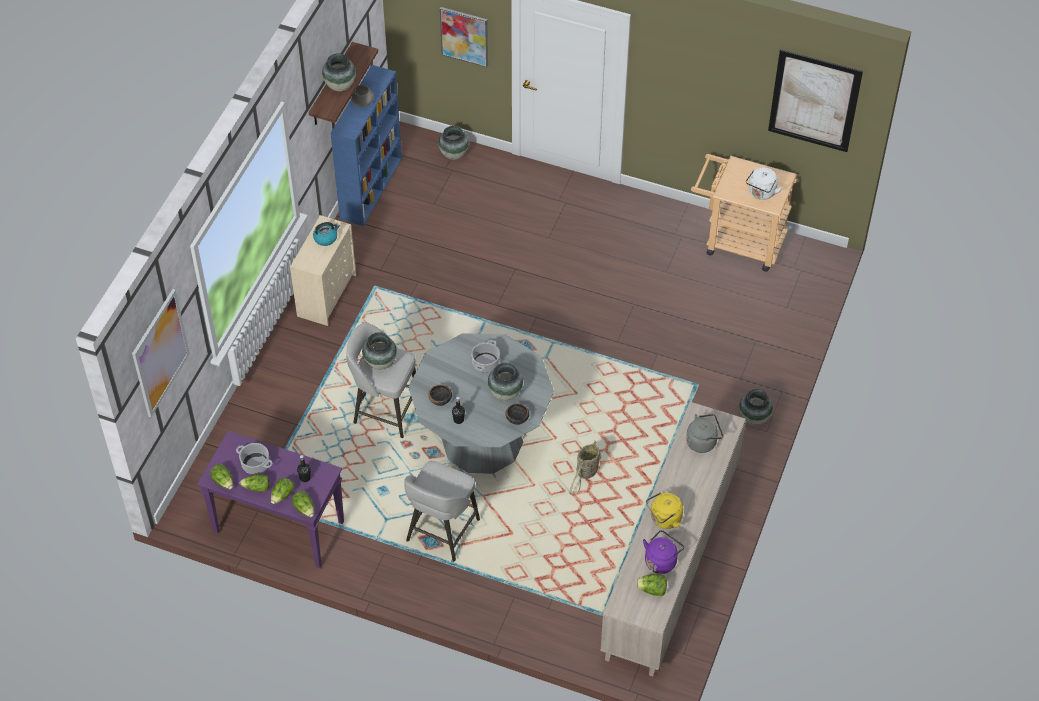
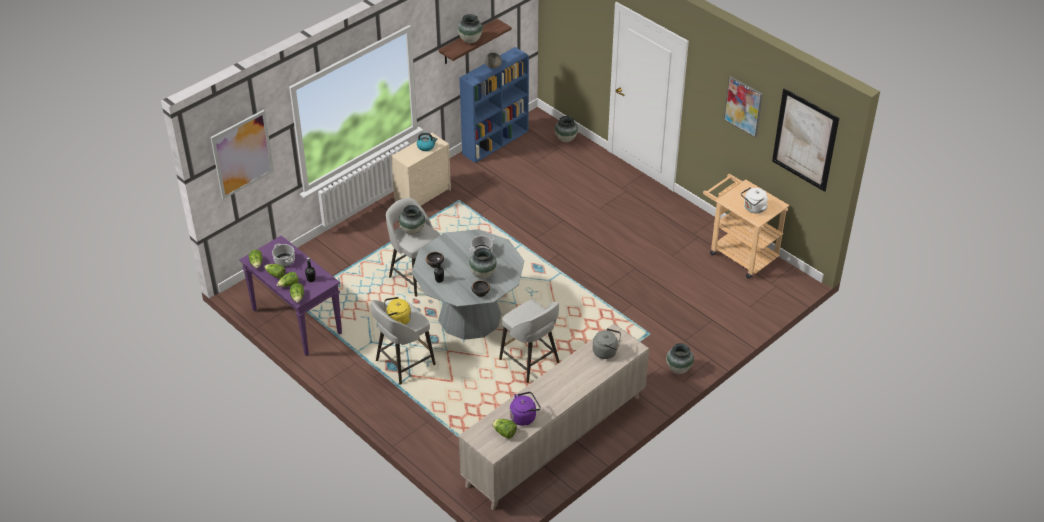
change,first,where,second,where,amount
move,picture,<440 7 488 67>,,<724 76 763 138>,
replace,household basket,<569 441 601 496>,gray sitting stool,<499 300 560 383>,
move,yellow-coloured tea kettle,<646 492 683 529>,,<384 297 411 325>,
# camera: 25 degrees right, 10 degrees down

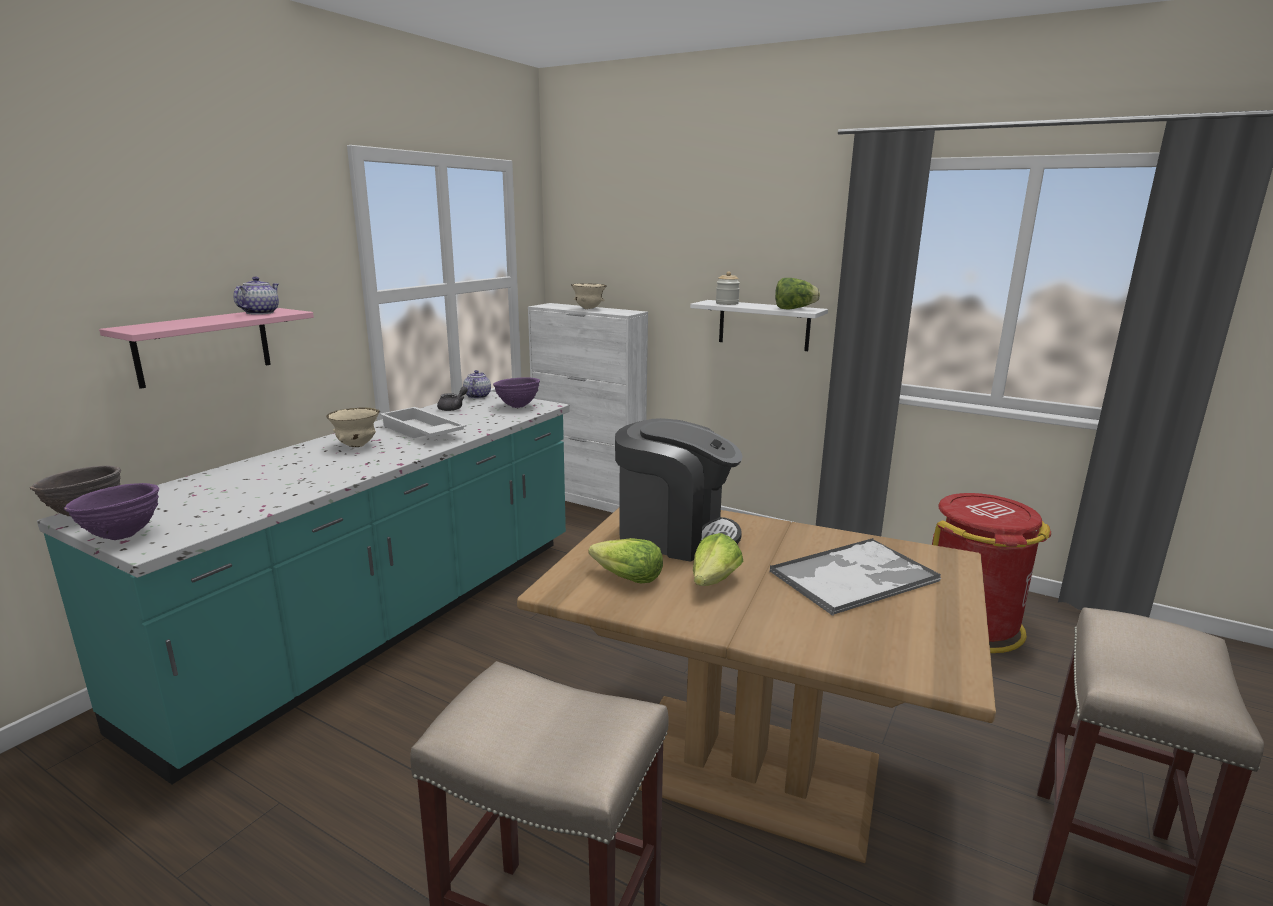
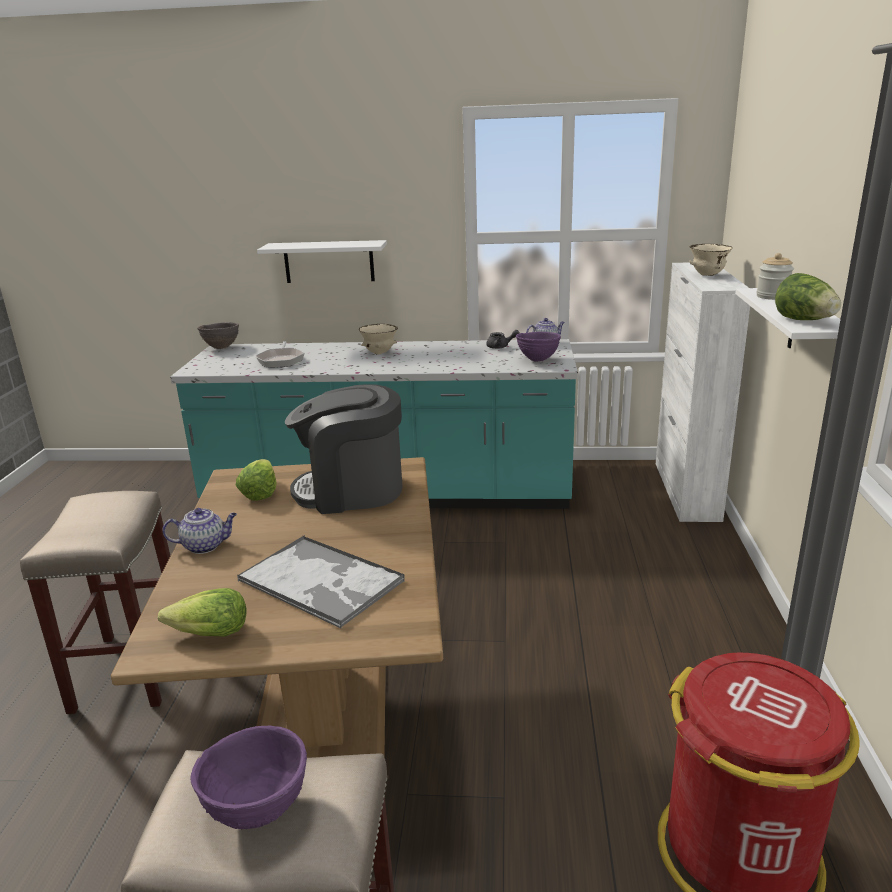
change,first,where,second,where,amount
move,purplish deep dish,<64 483 159 540>,,<190 726 307 829>,
recolor,pink-coloured bracket shelf,<99 308 314 389>,whitish bracket shelf,<257 240 387 283>,
move,pot for tea,<234 277 279 315>,,<162 508 237 554>,
delete,whitish carrying tray,<380 407 467 438>,,,
rotate,coffee brewer,<615 418 743 562>,,<285 384 403 514>,90 degrees clockwise
move,lettuce head,<693 533 743 586>,,<158 588 247 637>,
insert,,,frying pan,<255 341 305 368>,
# camera: 65 degrees right, 5 degrees up

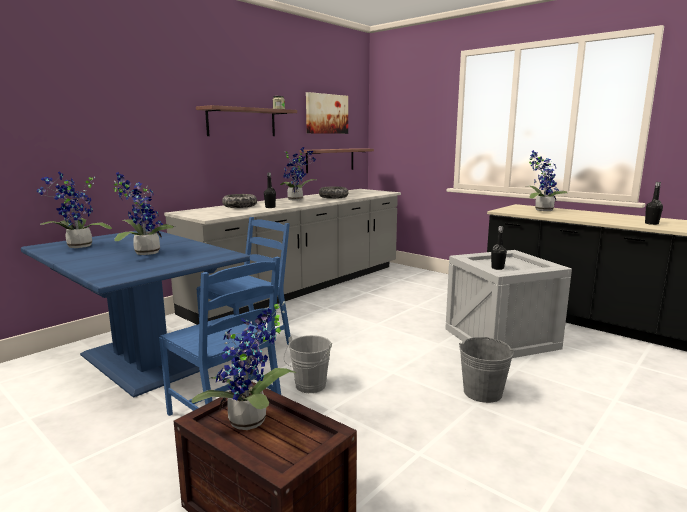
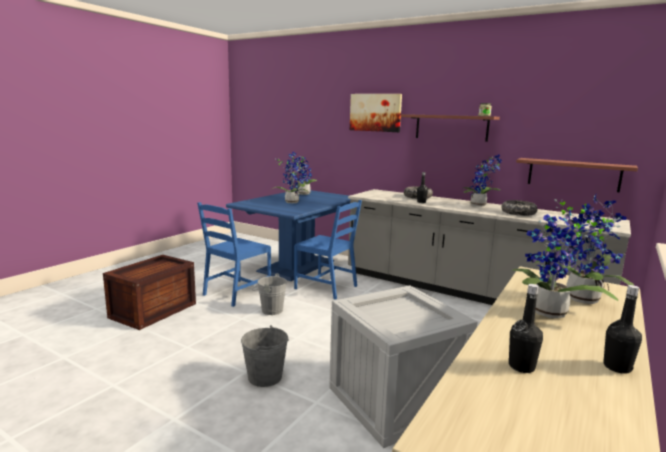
change,first,where,second,where,amount
move,plant in a pot,<192 301 297 430>,,<511 210 618 318>,
move,picture,<306 92 348 134>,,<350 94 402 132>,
move,black-coloured bottle,<491 226 507 270>,,<603 285 642 374>,
# camera: 80 degrees right, 0 degrees up

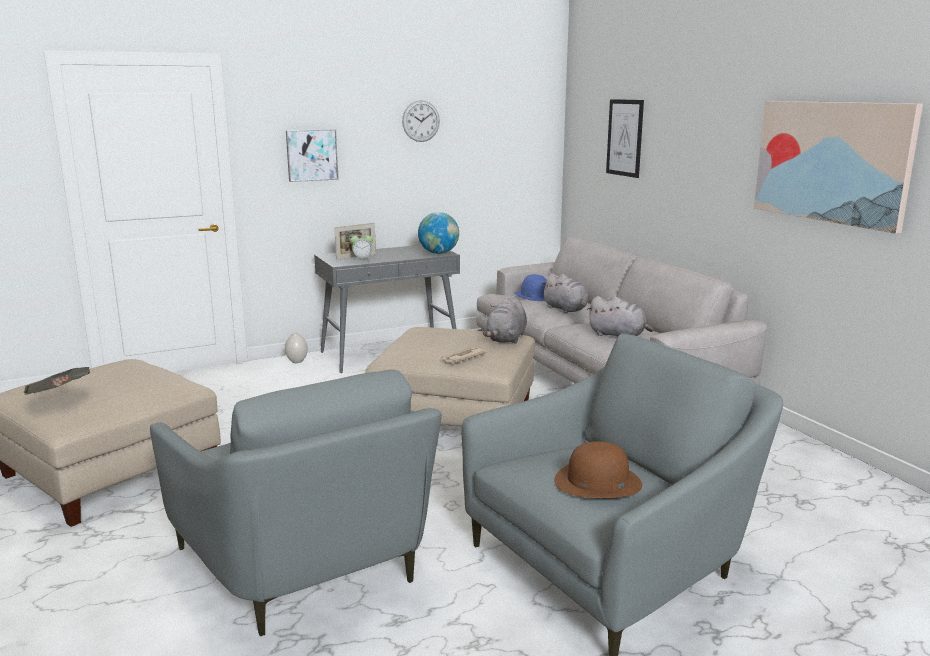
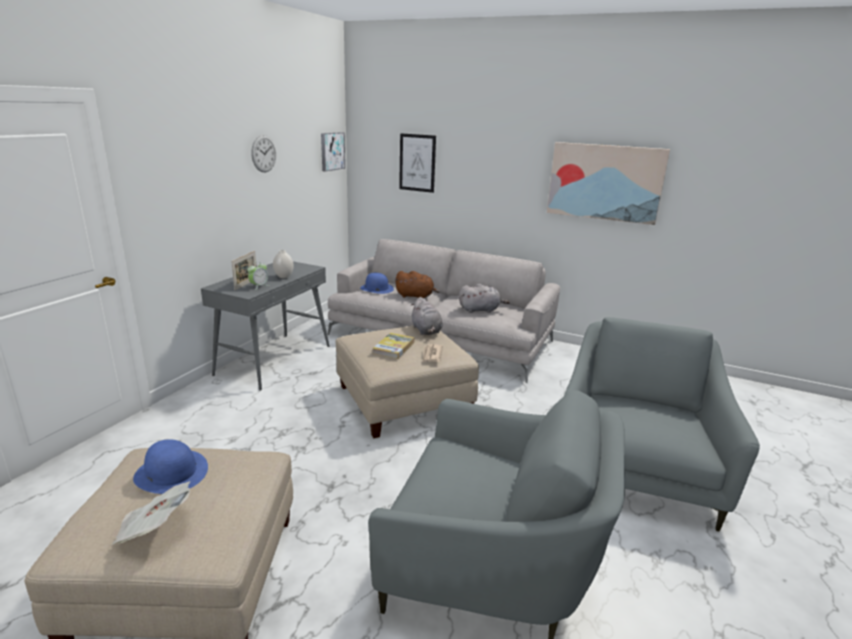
change,first,where,second,where,amount
move,whitish decorative vase,<285 332 308 363>,,<273 250 294 278>,
move,picture,<286 129 339 182>,,<321 132 345 172>,
delete,desk globe,<418 212 459 254>,,,
recolor,gray soft toy,<541 273 589 313>,brown soft toy,<394 271 440 298>,
delete,brown wearable hat,<554 441 642 498>,,,
insert,,,blue-coloured wearable hat,<133 439 208 494>,
insert,,,bound book,<372 333 414 359>,
# camera: 40 degrees left, 5 degrees up

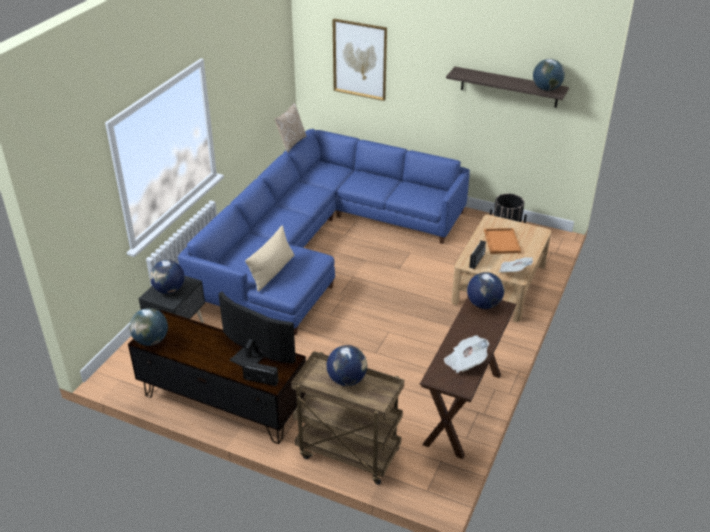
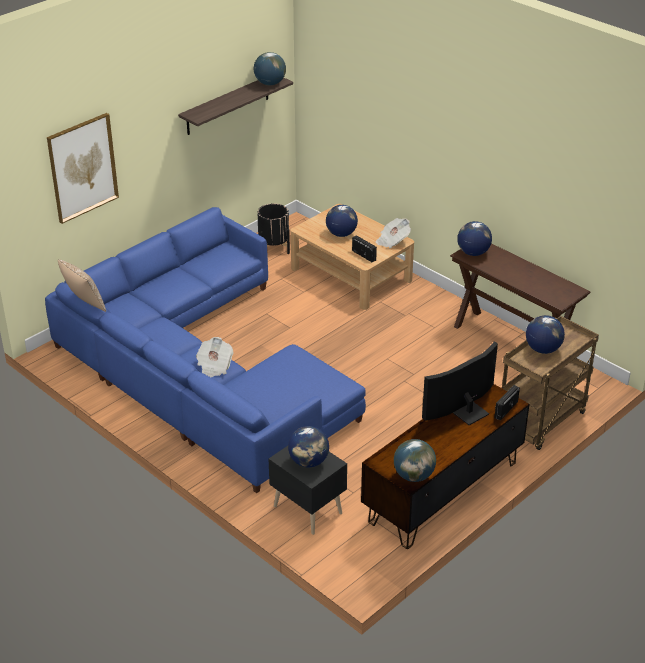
change,first,where,second,where,amount
delete,beige-coloured throw pillow,<245 226 294 292>,,,
move,newspaper,<444 335 489 373>,,<196 337 234 377>,
replace,orange-coloured carrying tray,<484 228 521 254>,desk globe,<326 205 358 237>,
# camera: 70 degrees left, 0 degrees up

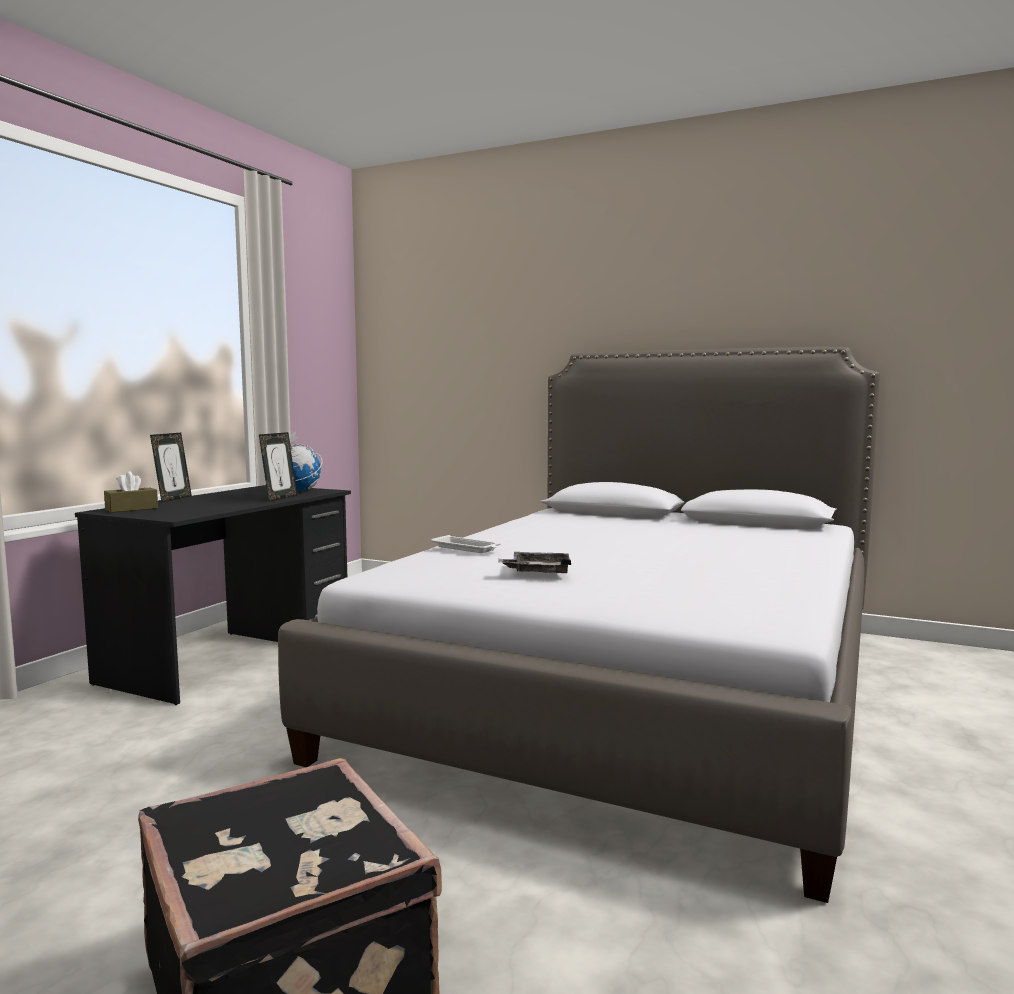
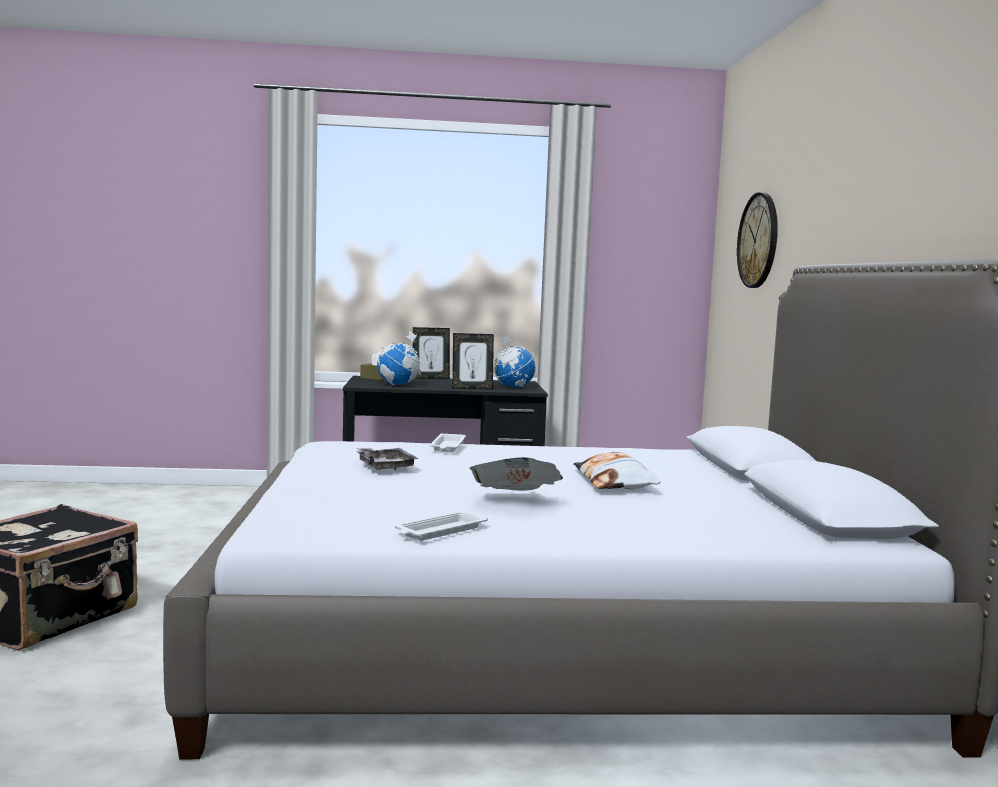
change,first,where,second,where,amount
insert,,,desk globe,<377 331 421 385>,
insert,,,whitish carrying tray,<395 509 488 541>,
insert,,,newspaper,<470 457 563 491>,
insert,,,throw pillow,<574 452 661 489>,
insert,,,hanging clock,<737 192 778 288>,
# camera: 60 degrees right, 0 degrees up

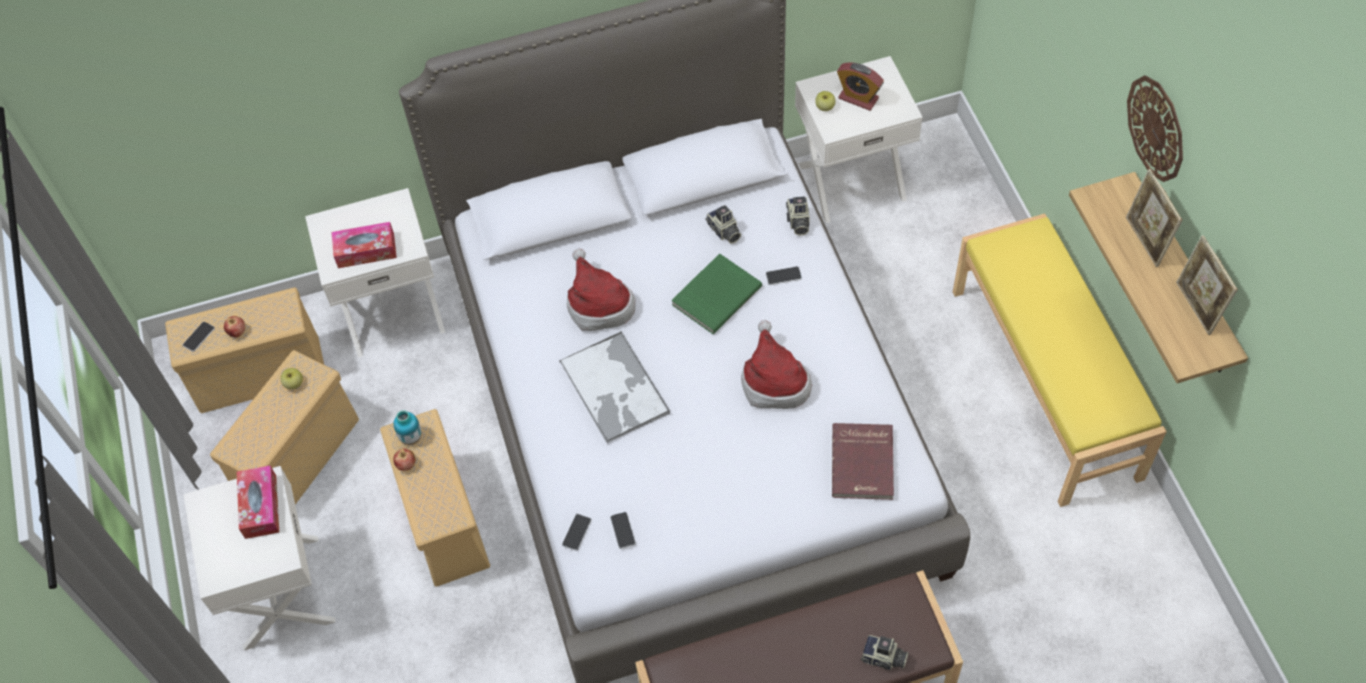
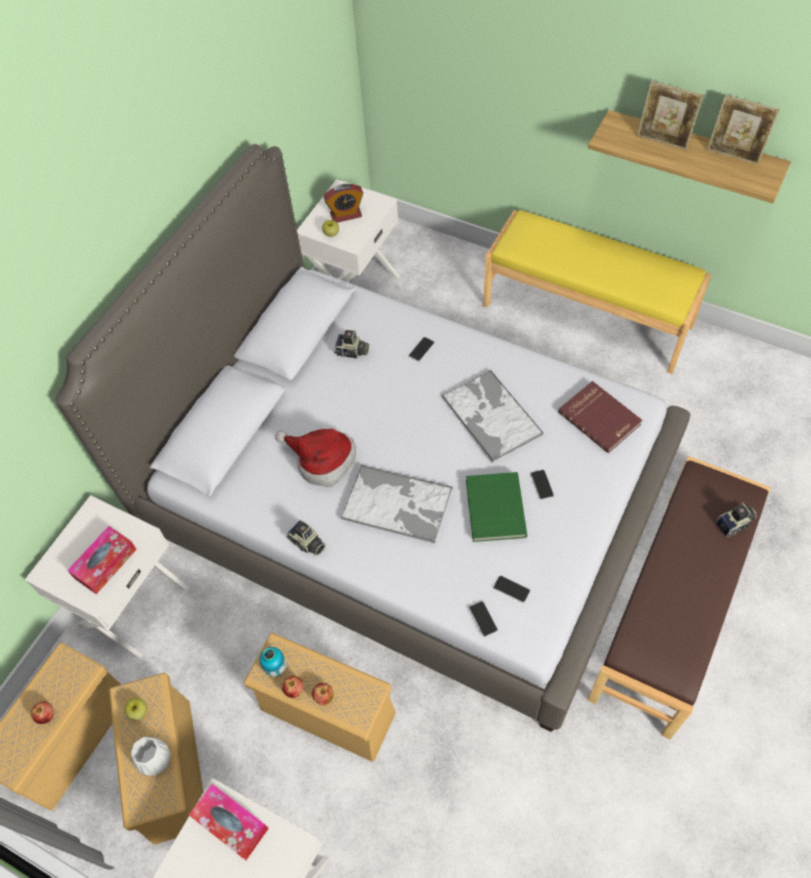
change,first,where,second,where,amount
move,handset,<183 321 215 352>,,<531 470 554 500>,
move,green-coloured bound book,<671 254 762 334>,,<466 472 527 542>,
replace,wearable hat,<741 320 812 409>,carrying tray,<442 370 543 463>,
move,still camera,<786 196 810 236>,,<286 520 325 556>,
delete,hanging clock,<1127 75 1183 182>,,,
insert,,,whitish decorative vase,<131 737 171 776>,
insert,,,apple,<312 683 334 705>,
# camera: 45 degrees left, 0 degrees up

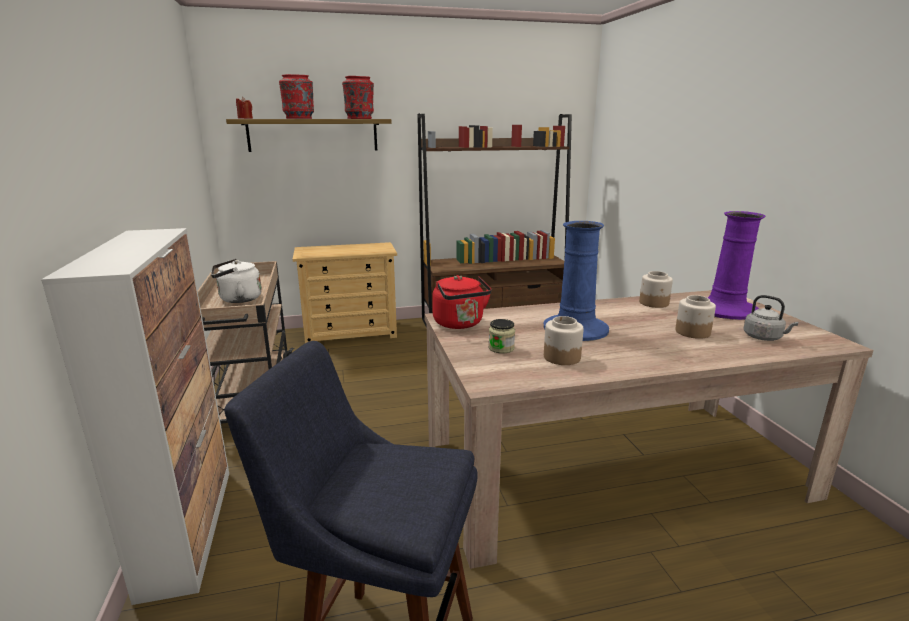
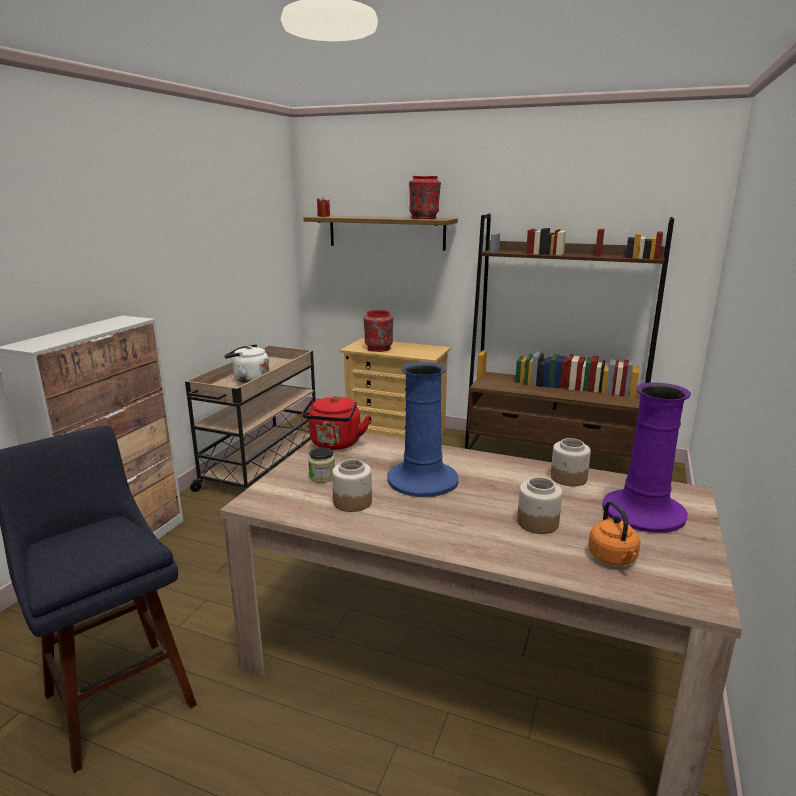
change,first,where,second,where,amount
move,reddish decorative vase,<279 74 314 119>,,<363 310 393 352>,
recolor,gray tea kettle,<743 295 798 341>,orange-coloured tea kettle,<588 501 640 566>,
# camera: 35 degrees right, 0 degrees up

